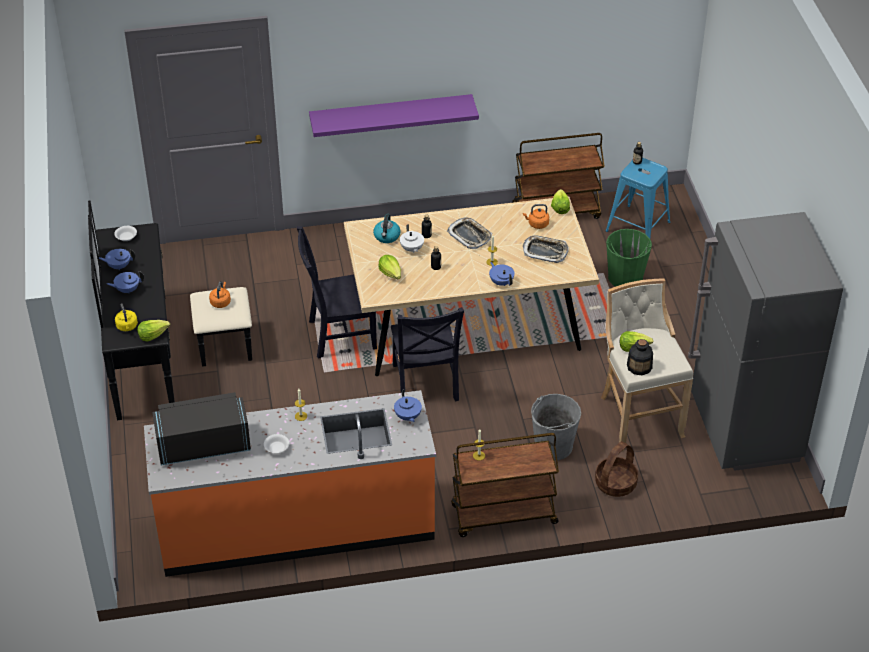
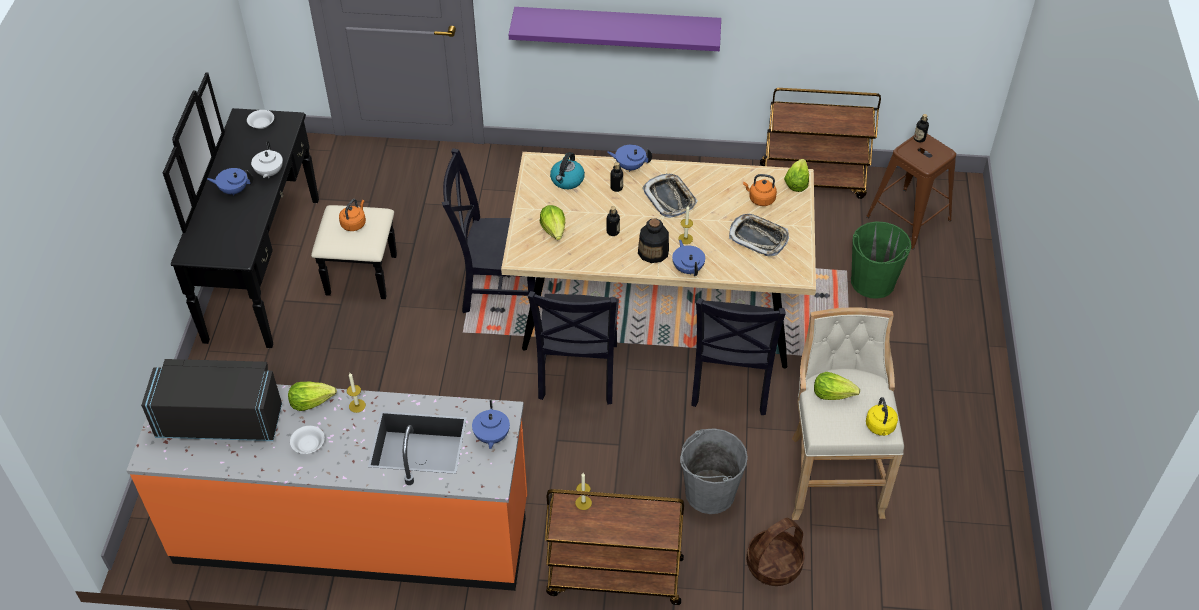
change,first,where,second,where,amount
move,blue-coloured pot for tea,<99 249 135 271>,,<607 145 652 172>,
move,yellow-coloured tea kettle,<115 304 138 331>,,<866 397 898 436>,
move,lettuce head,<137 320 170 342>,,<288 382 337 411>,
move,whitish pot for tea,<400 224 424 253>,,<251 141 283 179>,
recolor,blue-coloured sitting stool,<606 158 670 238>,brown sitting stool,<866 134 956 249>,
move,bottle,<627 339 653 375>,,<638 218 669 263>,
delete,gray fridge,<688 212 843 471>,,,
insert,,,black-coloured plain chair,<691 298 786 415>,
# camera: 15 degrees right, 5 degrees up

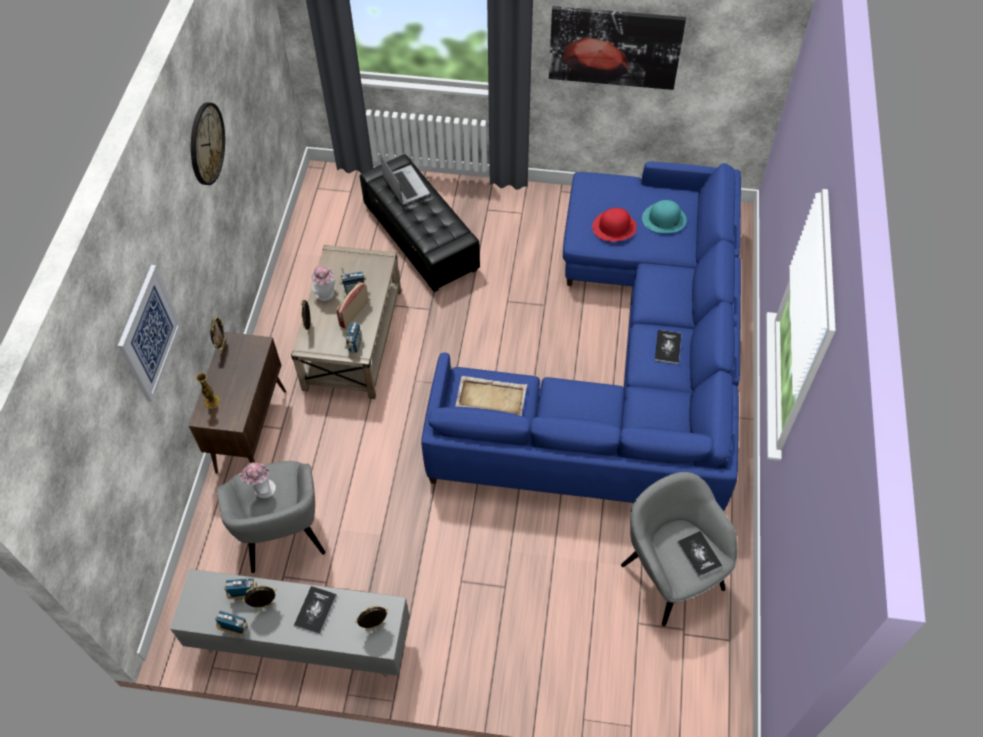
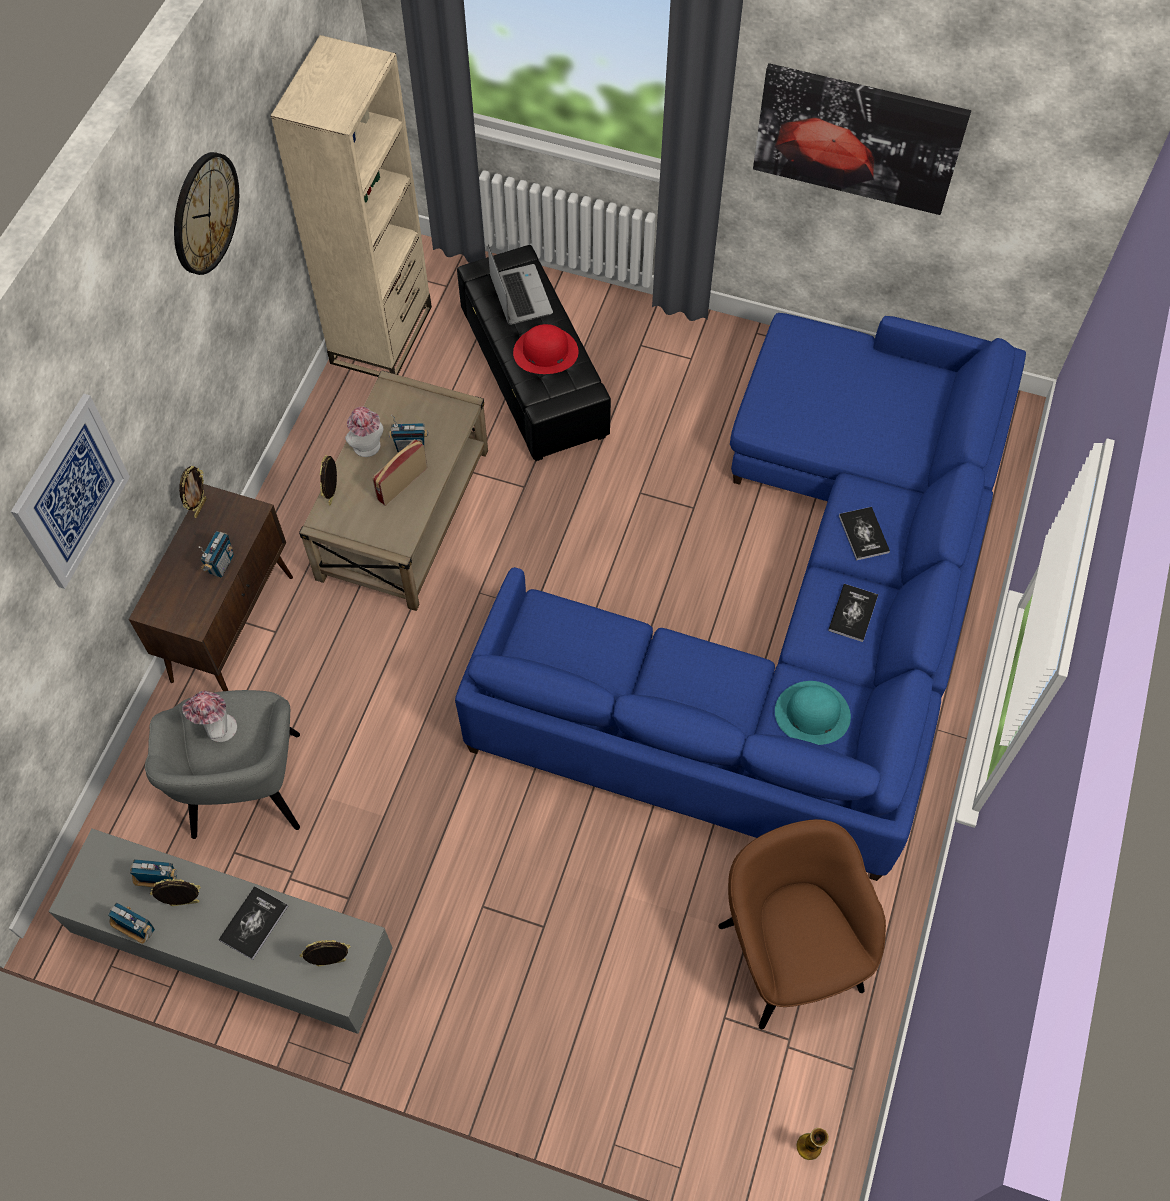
change,first,where,second,where,amount
move,decorative vase,<195 373 221 409>,,<796 1128 829 1160>,
move,radio,<345 322 362 352>,,<199 531 234 577>,
delete,beige-coloured carrying tray,<455 376 527 416>,,,
move,reddish wearable hat,<592 208 637 241>,,<513 324 579 374>,
recolor,gray easy chair,<621 472 737 626>,brown easy chair,<719 819 886 1029>,
move,turquoise wearable hat,<642 200 687 233>,,<775 681 851 745>,
move,bound book,<677 531 722 578>,,<839 507 890 561>,
insert,,,beige-coloured bookshelf,<270 35 432 377>,
# camera: 10 degrees right, 5 degrees up

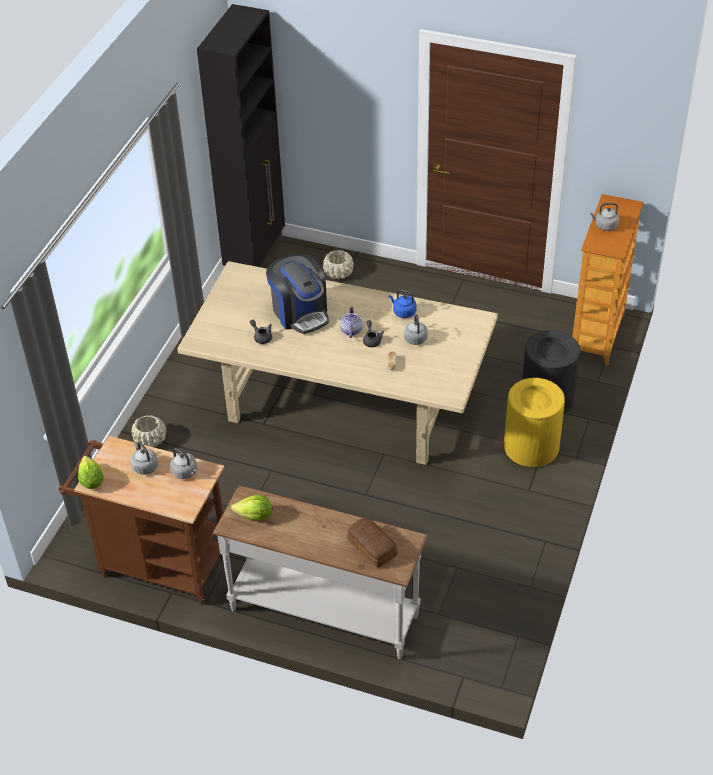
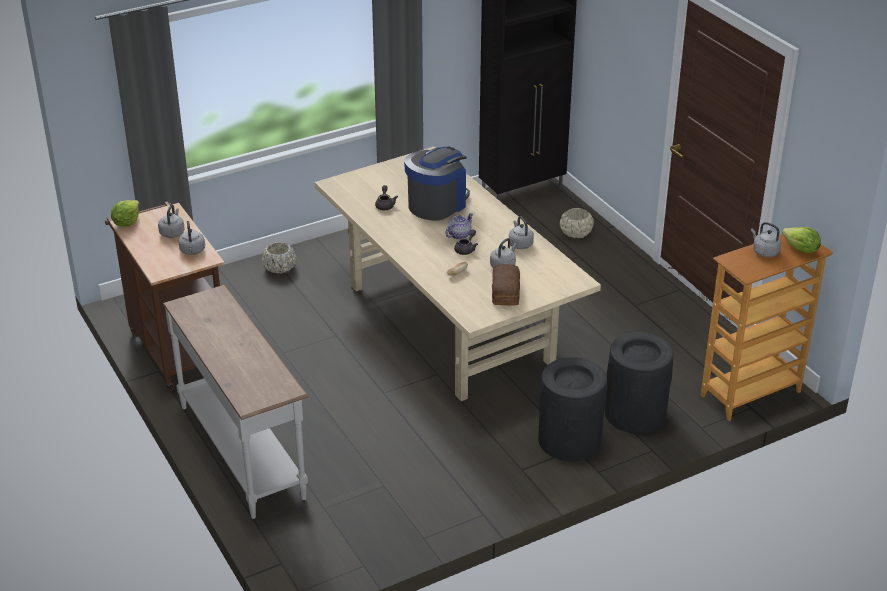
change,first,where,second,where,amount
move,lettuce head,<231 495 272 520>,,<782 227 821 253>,
rotate,coffee brewer,<266 254 329 334>,,<404 146 470 221>,150 degrees counterclockwise
move,bakery bread,<347 518 398 568>,,<492 264 520 306>,
recolor,blue-coloured tea kettle,<389 290 416 318>,gray tea kettle,<509 216 534 249>,
recolor,yellow-coloured trash can,<504 378 565 467>,black-coloured trash can,<538 358 607 461>,
# camera: 40 degrees right, 10 degrees down

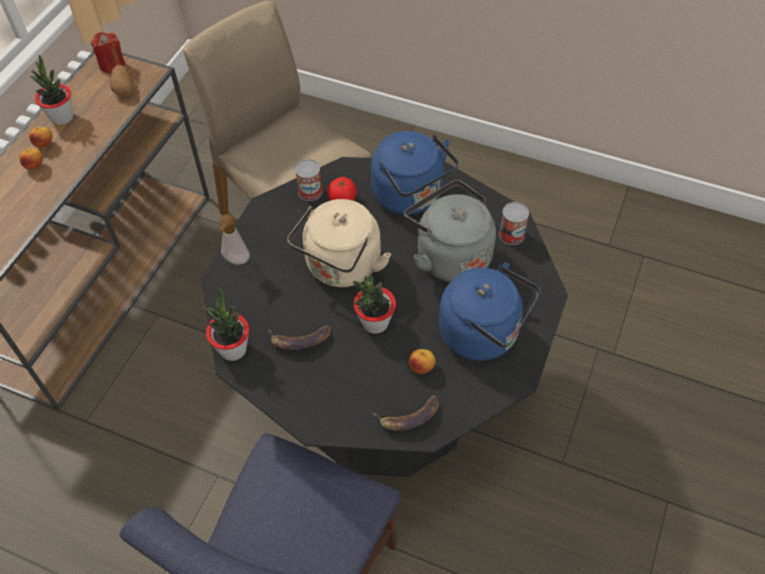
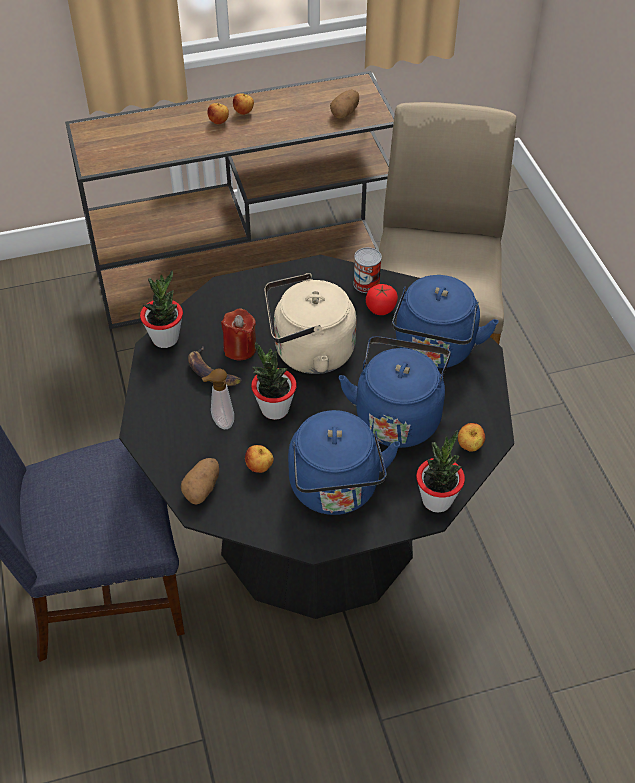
change,first,where,second,where,amount
move,plant in a pot,<30 55 73 125>,,<416 430 465 513>,
move,reddish wax candle,<91 32 125 74>,,<221 309 256 360>,
move,soap dispenser,<220 214 250 265>,,<202 368 234 429>,
replace,banana fruit,<372 395 439 431>,potato,<181 458 219 505>,
recolor,gray tea kettle,<404 180 496 282>,blue-coloured tea kettle,<339 336 451 448>,
replace,sealed can,<499 202 529 245>,apple,<458 423 485 452>,
# camera: 50 degrees right, 5 degrees down

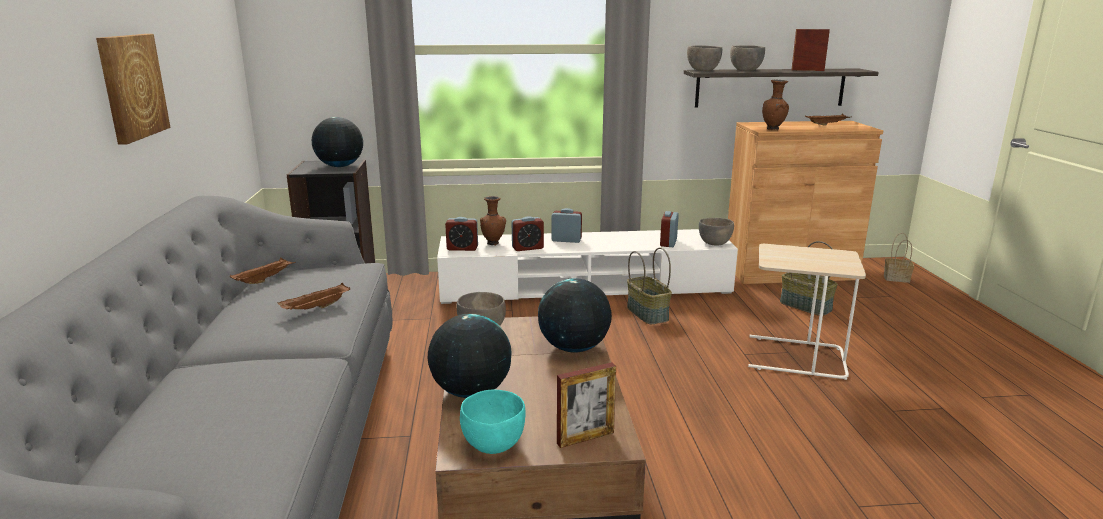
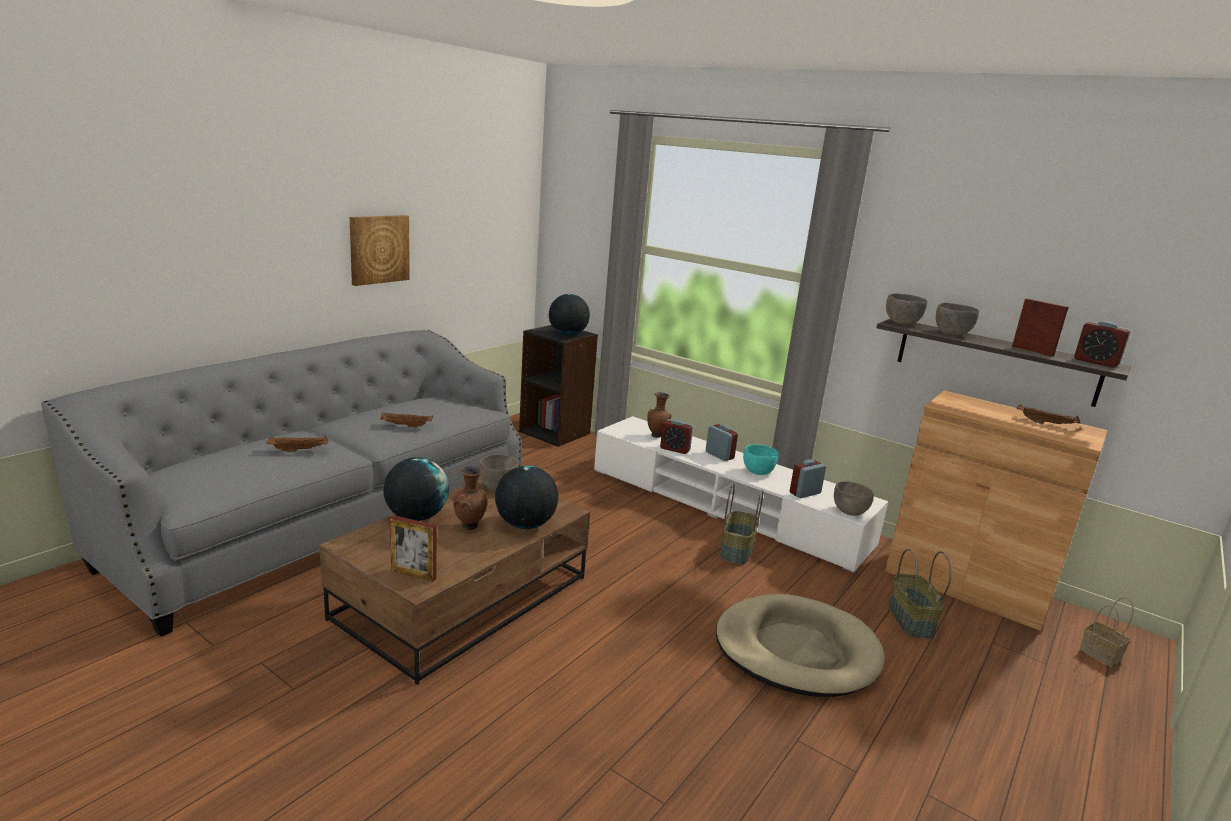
change,first,where,second,where,amount
move,brown carrying tray,<230 258 296 284>,,<266 436 328 452>,
move,table clock,<445 217 478 251>,,<1074 321 1130 368>,
move,turquoise deep dish,<460 389 525 454>,,<743 444 779 475>,
replace,beige-coloured side table,<748 244 866 380>,beige-coloured dog bed,<716 594 884 697>,
move,brown decorative vase,<762 80 789 130>,,<453 465 487 530>,
# camera: 40 degrees right, 0 degrees up

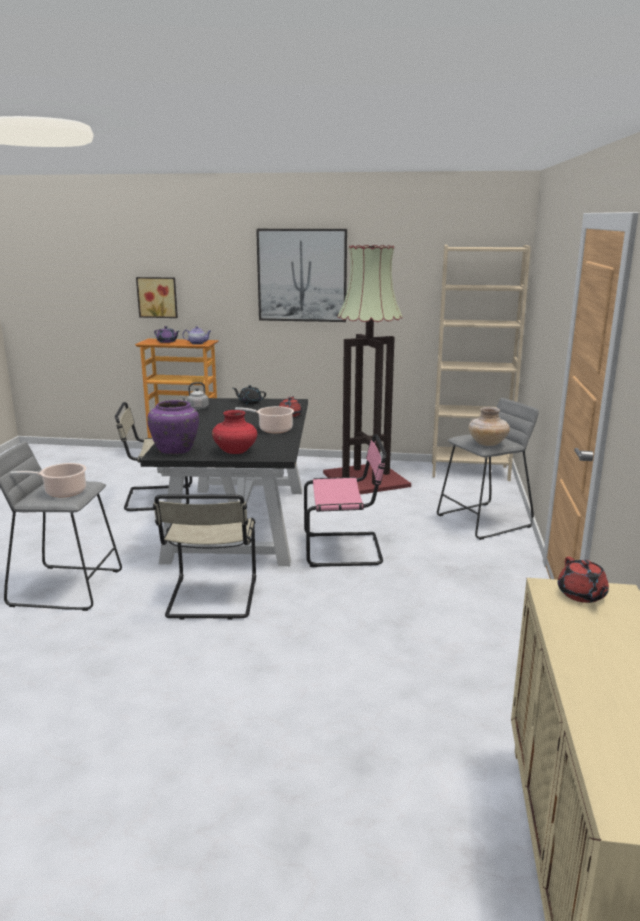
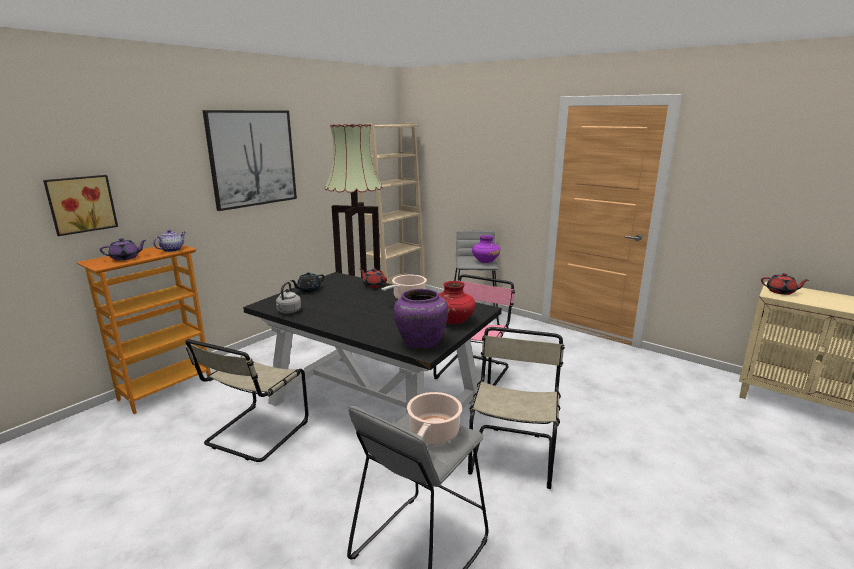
change,first,where,second,where,amount
rotate,beige-coloured plain chair,<153 494 256 619>,,<468 327 565 489>,105 degrees counterclockwise
recolor,beige-coloured decorative vase,<469 407 510 446>,purplish decorative vase,<472 235 500 263>,
# camera: 60 degrees left, 0 degrees up

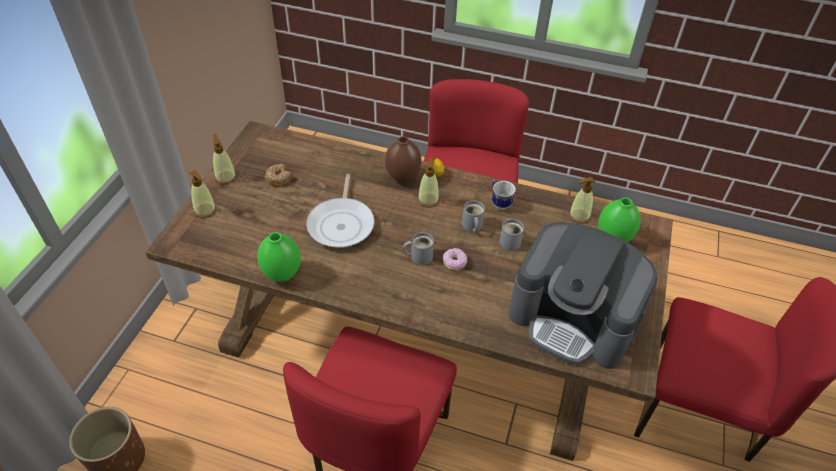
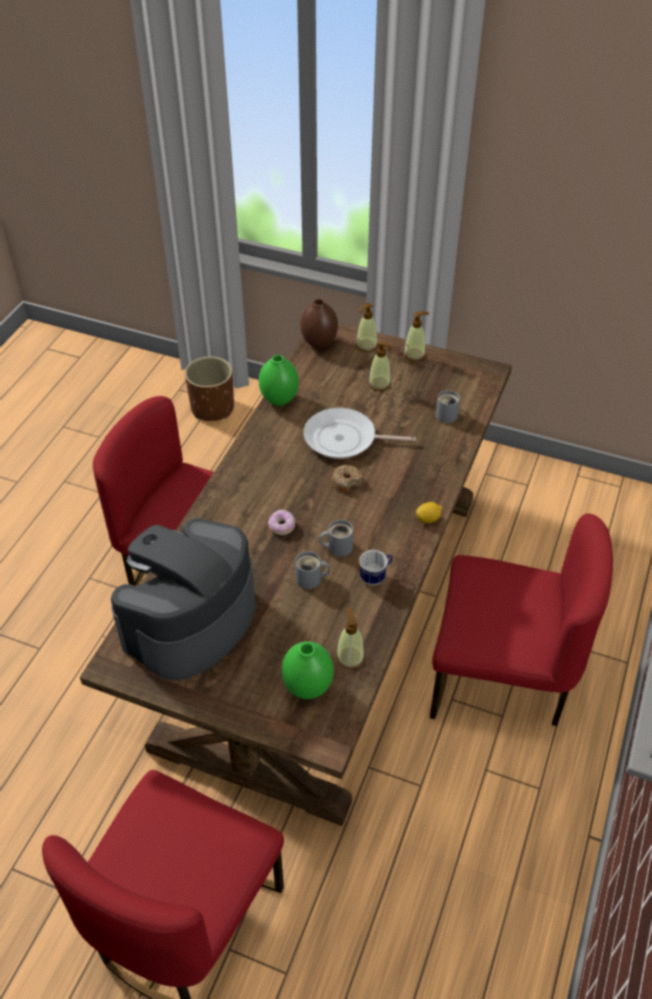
change,first,where,second,where,amount
move,ring doughnut,<265 164 292 187>,,<331 465 363 492>,
move,brown decorative vase,<385 136 422 183>,,<300 299 338 349>,
move,gray mug,<403 232 434 265>,,<436 390 460 423>,
move,soap dispenser,<418 157 439 208>,,<369 341 393 391>,
# camera: 95 degrees right, 0 degrees up

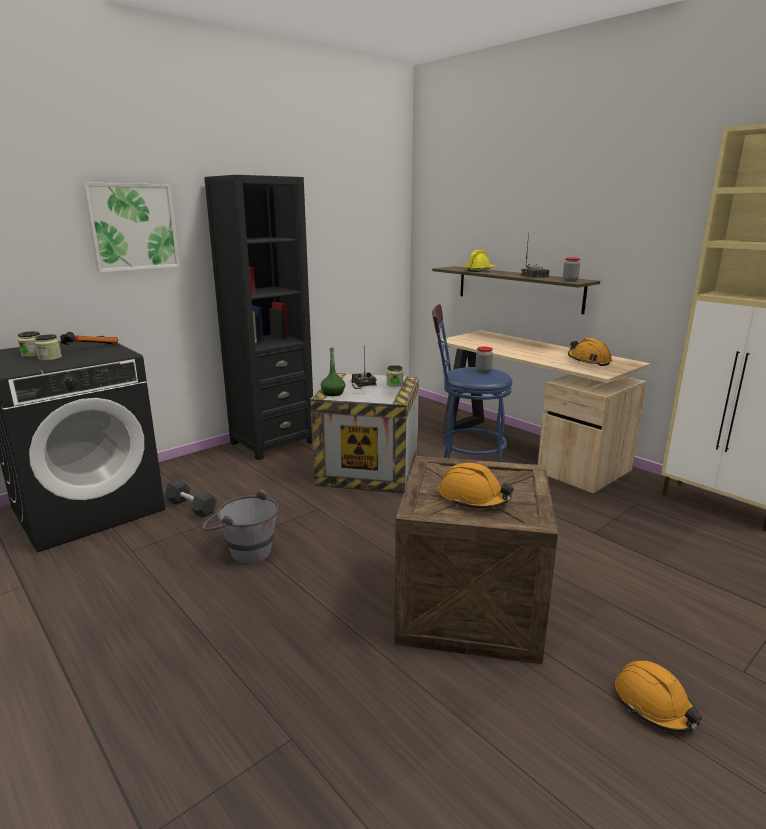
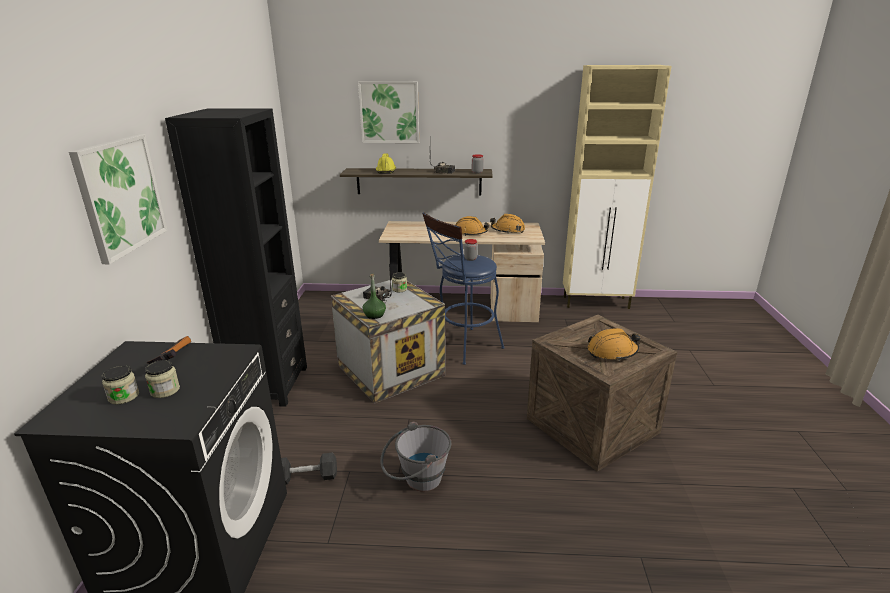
change,first,where,second,where,amount
move,orange-coloured hard hat,<615 661 702 733>,,<455 216 489 236>,
insert,,,picture,<358 81 419 143>,
# camera: 45 degrees left, 5 degrees up

